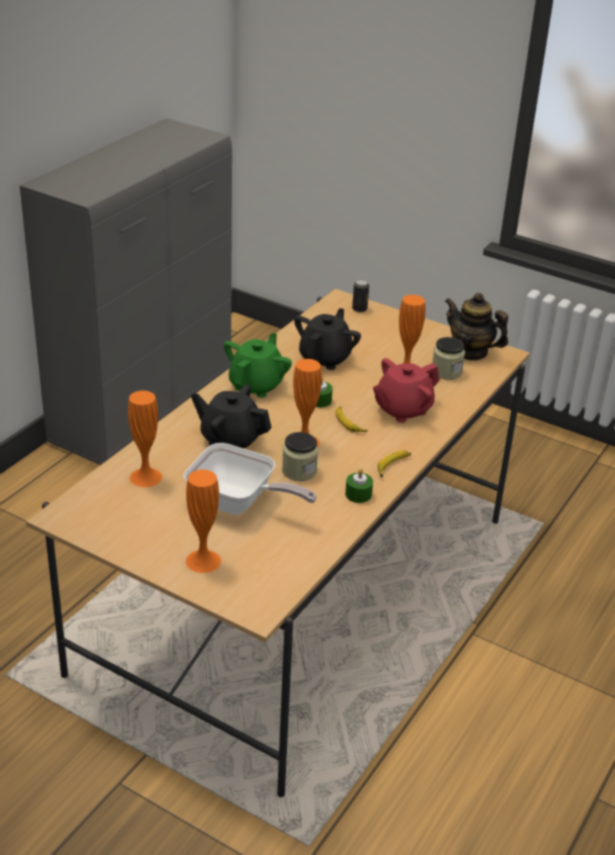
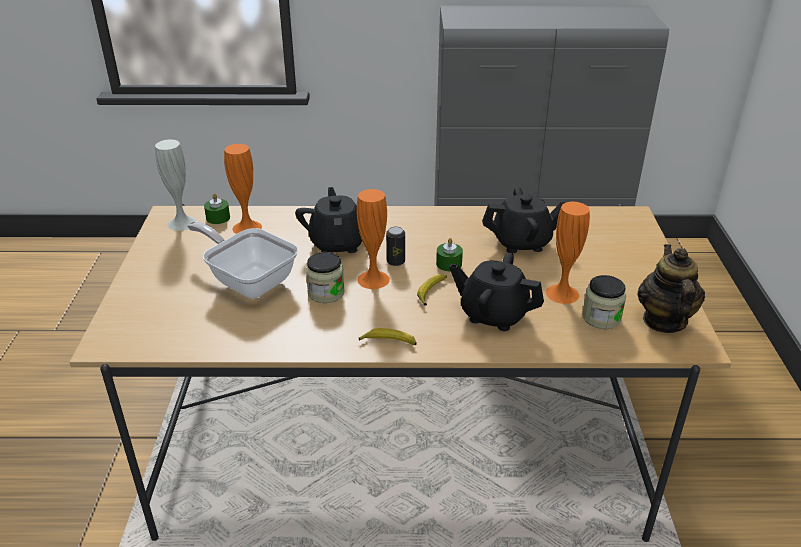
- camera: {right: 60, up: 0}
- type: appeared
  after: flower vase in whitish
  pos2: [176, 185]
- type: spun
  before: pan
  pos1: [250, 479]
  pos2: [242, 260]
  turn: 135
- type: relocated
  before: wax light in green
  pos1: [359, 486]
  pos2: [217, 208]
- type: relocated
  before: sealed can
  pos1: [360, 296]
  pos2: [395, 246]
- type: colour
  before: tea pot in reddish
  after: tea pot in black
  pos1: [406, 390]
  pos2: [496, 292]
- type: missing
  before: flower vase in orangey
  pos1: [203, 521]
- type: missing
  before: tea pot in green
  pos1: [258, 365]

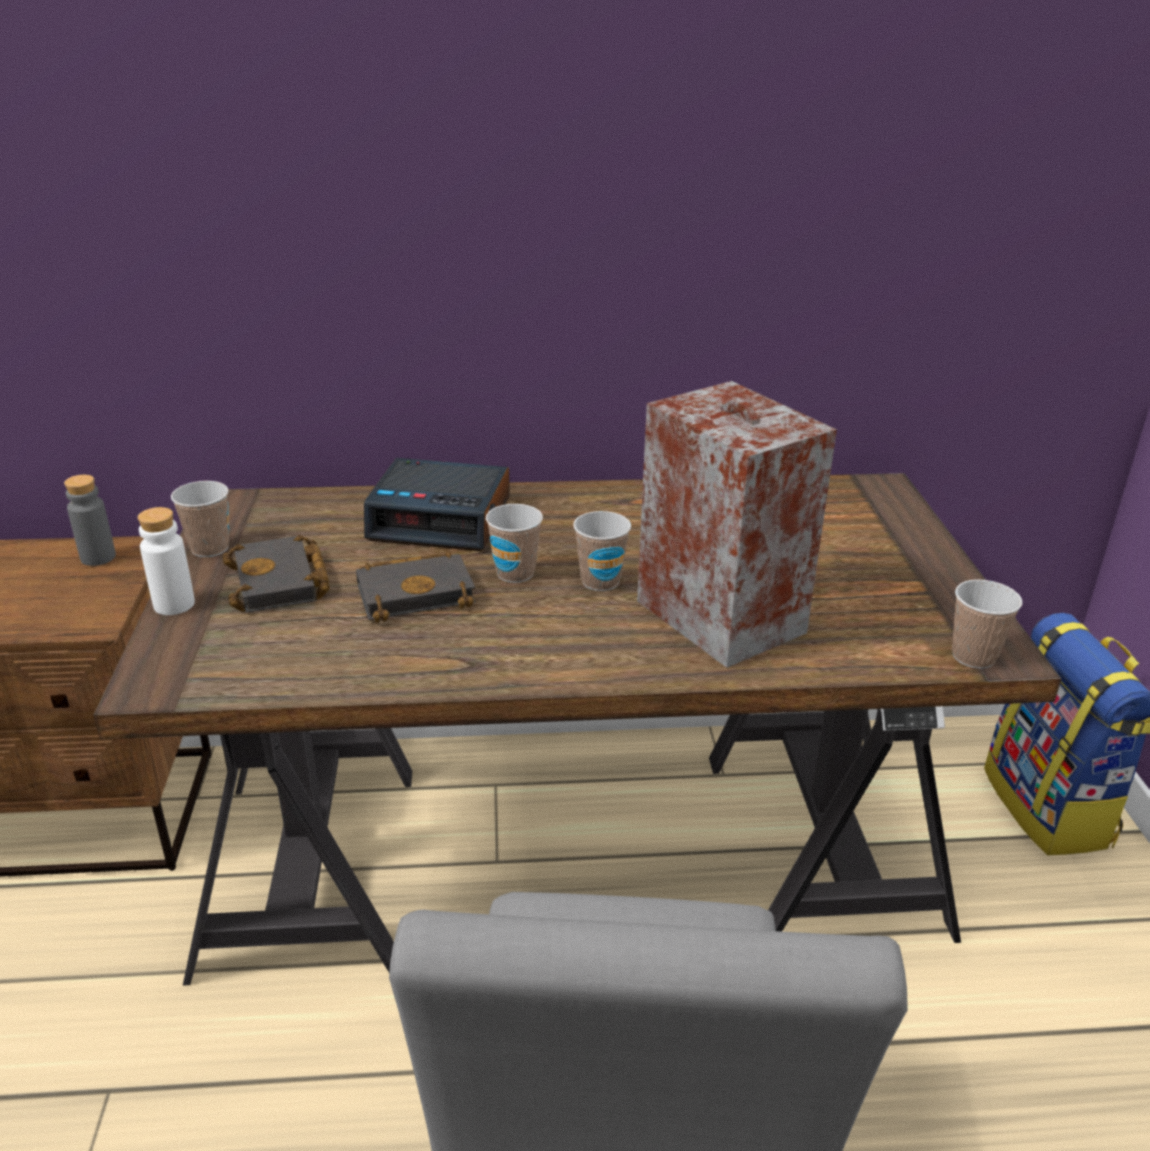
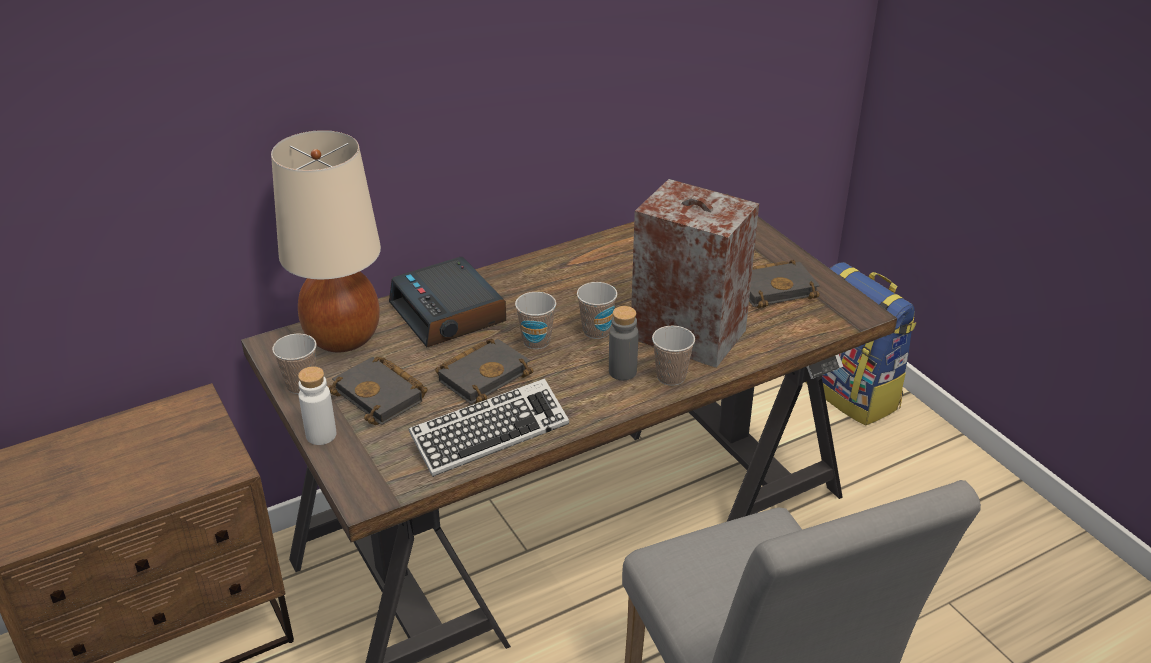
- camera: {right: -25, up: 5}
- type: appeared
  after: lamp for a table in beige
  pos2: [326, 241]
- type: spun
  before: bedside clock
  pos1: [437, 504]
  pos2: [447, 302]
  turn: 75
- type: appeared
  after: PC keyboard
  pos2: [488, 427]
- type: relocated
  before: drink bottle in grey
  pos1: [90, 520]
  pos2: [623, 343]
- type: relocated
  before: small cup
  pos1: [987, 624]
  pos2: [673, 356]
- type: appeared
  after: book in black
  pos2: [784, 284]

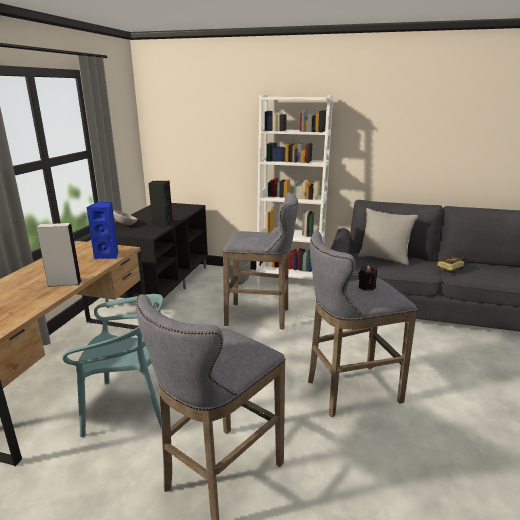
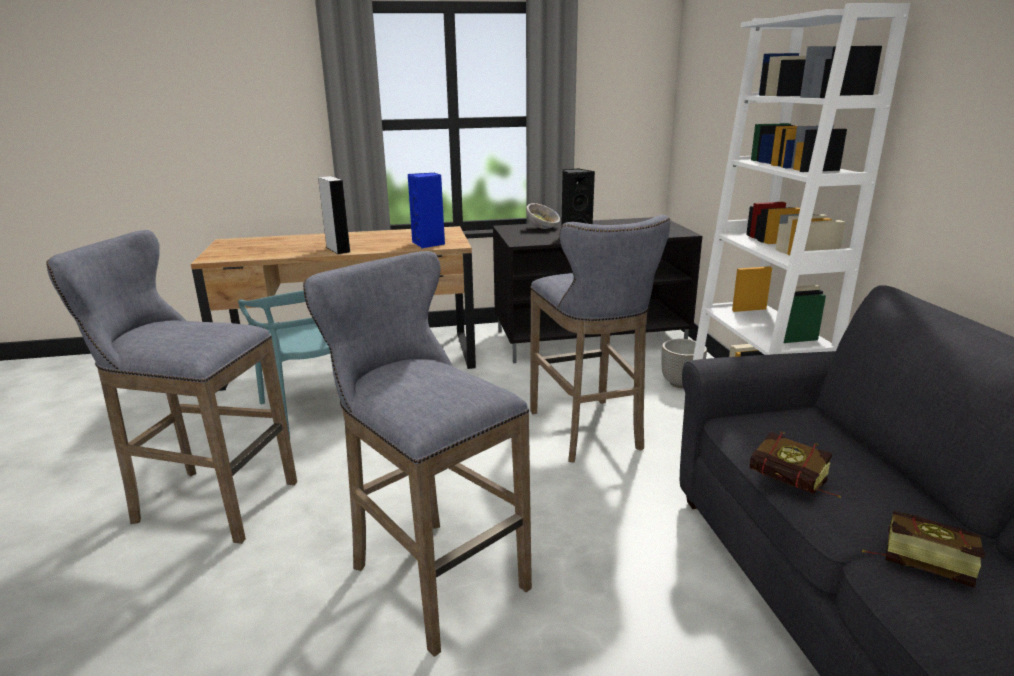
- camera: {right: 65, up: 0}
- type: appeared
  after: book
  pos2: [795, 464]
- type: missing
  before: throw pillow in grey
  pos1: [388, 236]
- type: missing
  before: wax light in black
  pos1: [367, 278]

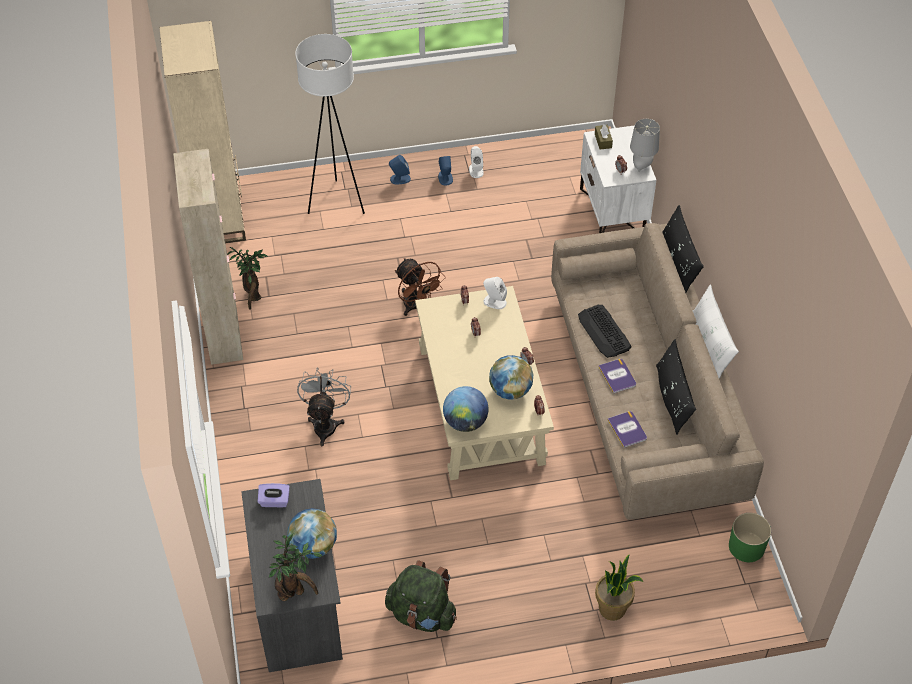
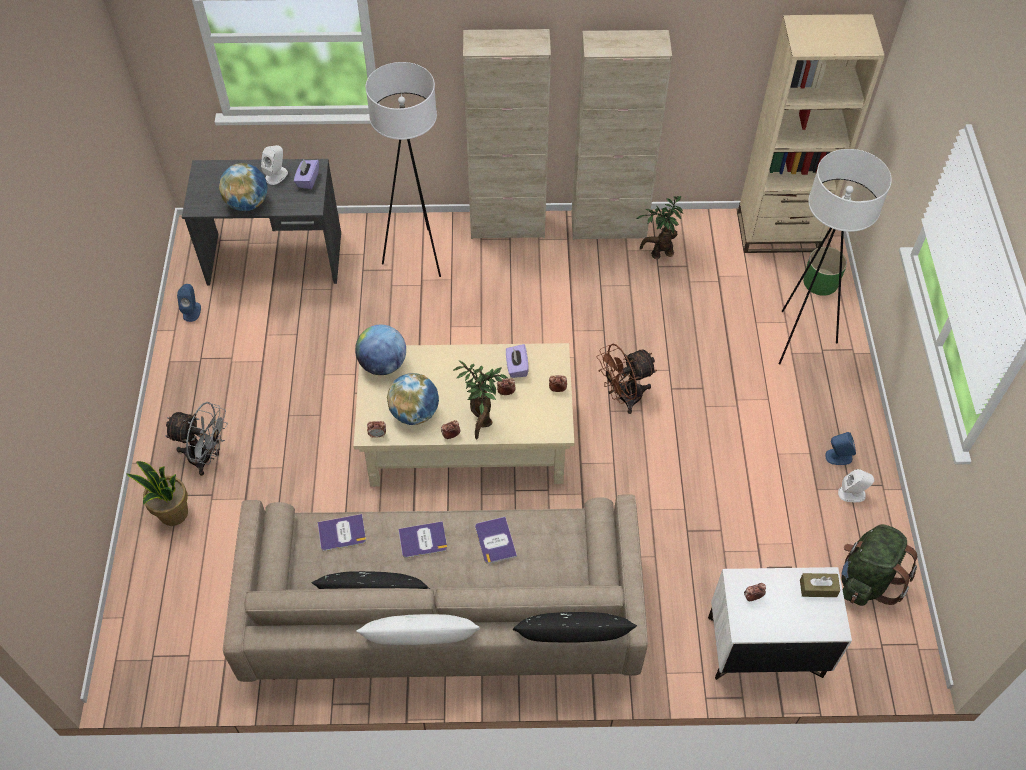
- camera: {right: 100, up: 5}
- type: relocated
  before: fan in grey
  pos1: [324, 406]
  pos2: [196, 439]
- type: relocated
  before: audio speaker in bluish
  pos1: [400, 169]
  pos2: [189, 303]
- type: relocated
  before: audio speaker in whitish
  pos1: [495, 293]
  pos2: [274, 165]
- type: appeared
  after: standard lamp in whitish
  pos2: [403, 169]
- type: relocated
  before: potted plant
  pos1: [295, 567]
  pos2: [480, 400]
- type: appeared
  after: cabinet in beige
  pos2: [507, 134]
- type: exchanged
  before: PC keyboard
  after: book
  pos1: [605, 331]
  pos2: [496, 540]
- type: appeared
  after: box of tissues in purple
  pos2: [517, 361]
- type: relocated
  before: plant pot in green
  pos1: [750, 537]
  pos2: [825, 271]
- type: relocated
  before: backpack in green
  pos1: [421, 596]
  pos2: [879, 565]
- type: missing
  before: lamp for a table in grey
  pos1: [645, 145]

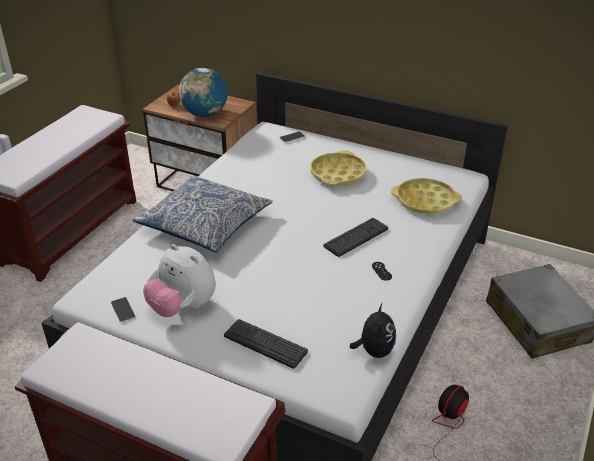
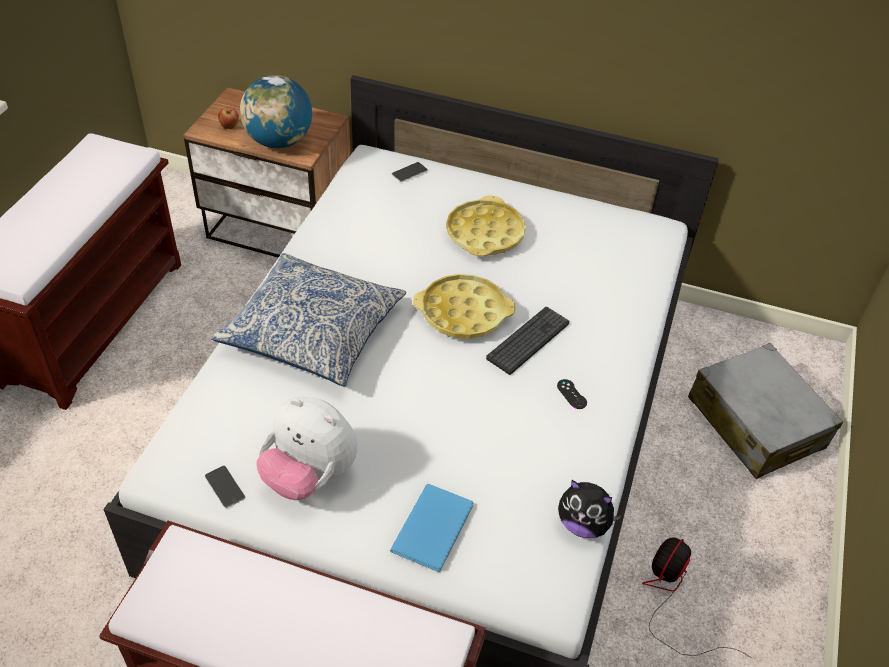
- camera: {right: -10, up: 10}
- type: exchanged
  before: PC keyboard
  after: book in bluish
  pos1: [266, 344]
  pos2: [431, 528]
- type: relocated
  before: serving tray in yellowish
  pos1: [426, 196]
  pos2: [464, 306]
- type: spun
  before: plush toy
  pos1: [372, 330]
  pos2: [590, 509]
  turn: 120

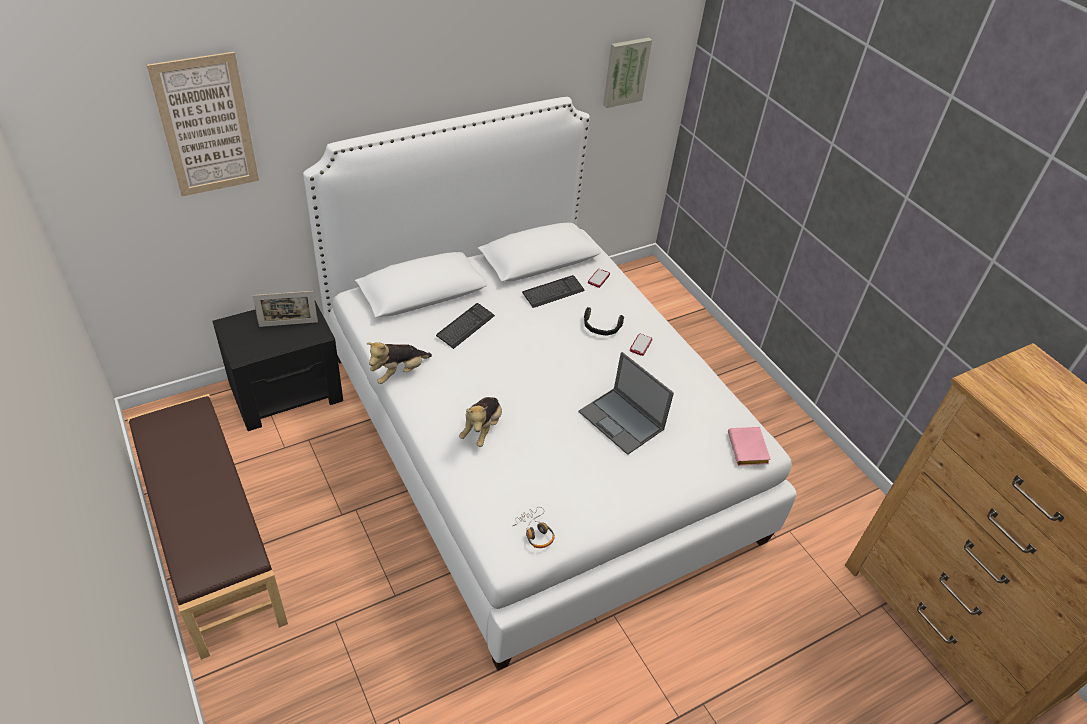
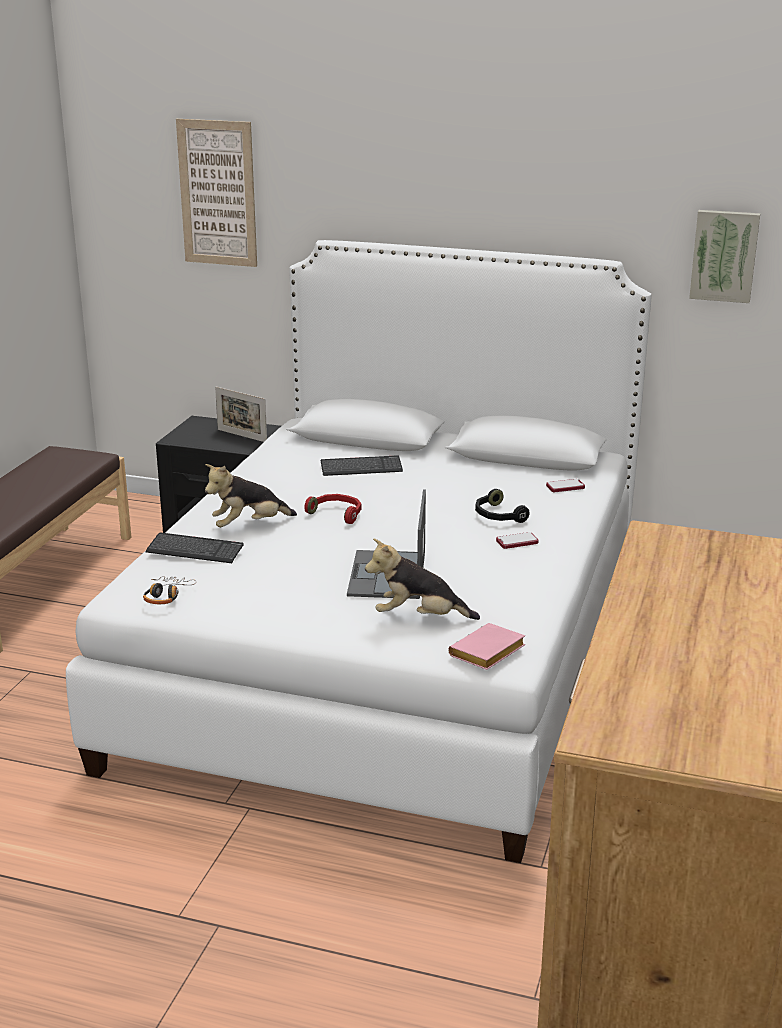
- camera: {right: 50, up: -20}
- type: relocated
  before: PC keyboard
  pos1: [553, 291]
  pos2: [194, 548]
- type: appeared
  after: pair of headphones in reddish
  pos2: [333, 509]
- type: relocated
  before: plush toy
  pos1: [399, 363]
  pos2: [422, 579]

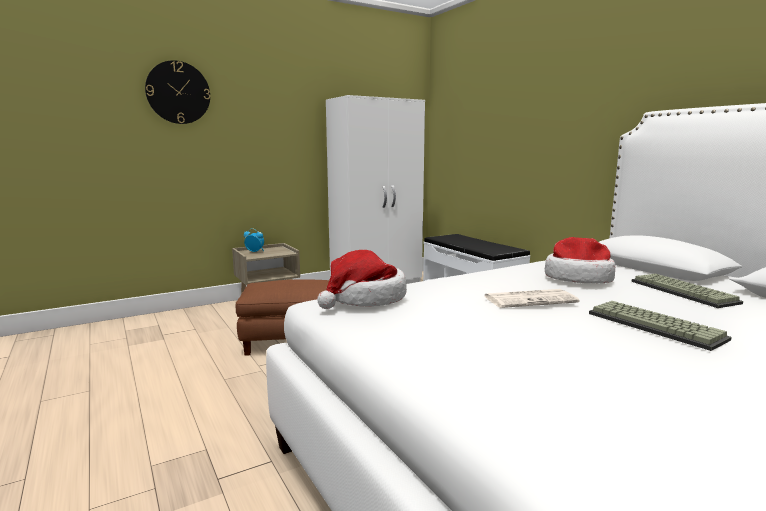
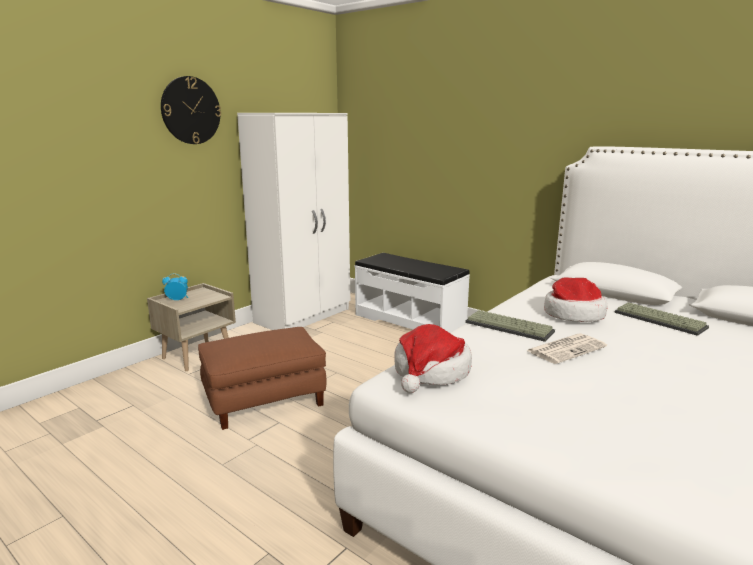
- camera: {right: -20, up: 5}
- type: relocated
  before: clock on the wall
  pos1: [177, 92]
  pos2: [191, 110]
- type: relocated
  before: PC keyboard
  pos1: [660, 326]
  pos2: [510, 326]

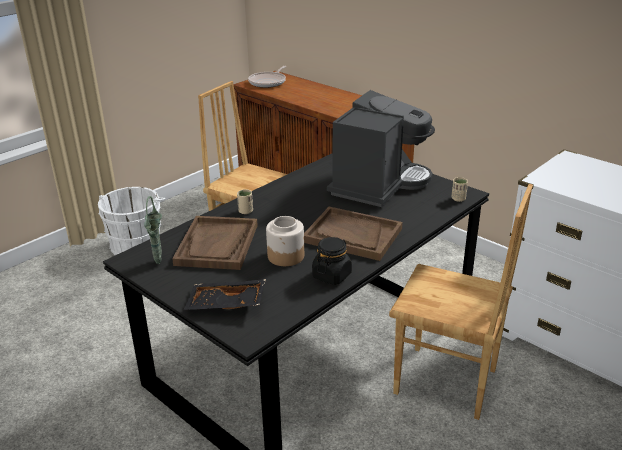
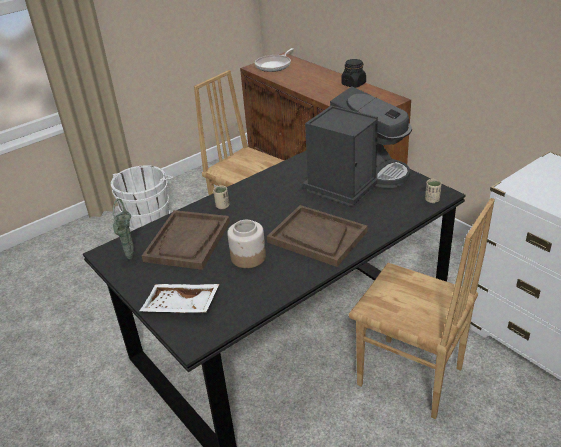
- camera: {right: 10, up: 5}
- type: colour
  before: serving tray in black
  after: serving tray in whitish
  pos1: [225, 294]
  pos2: [179, 298]
- type: relocated
  before: storage jar in black
  pos1: [332, 261]
  pos2: [353, 73]

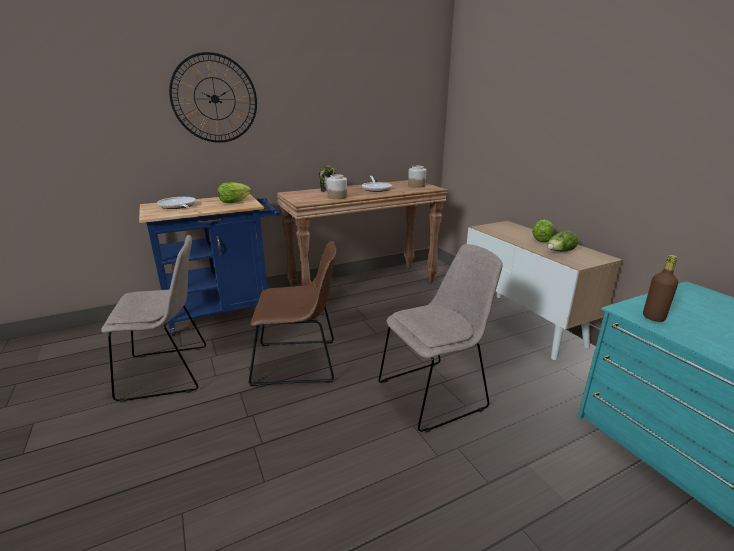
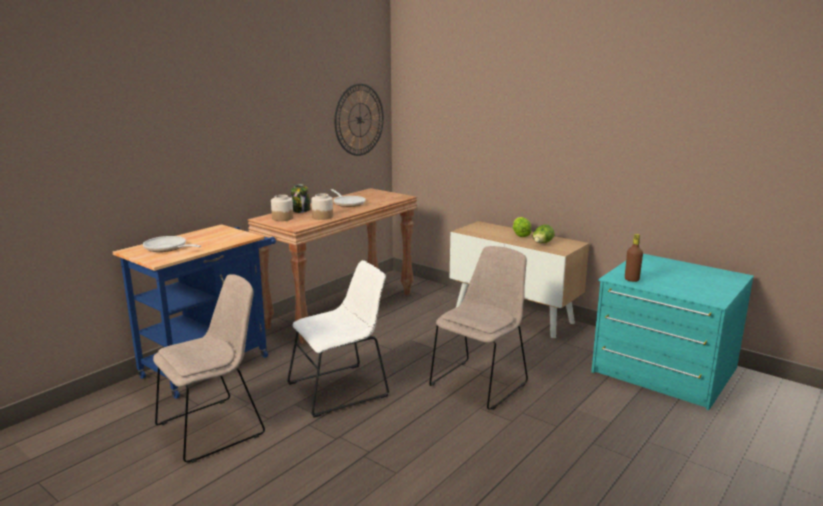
- camera: {right: -25, up: -5}
- type: relocated
  before: storage jar
  pos1: [417, 177]
  pos2: [282, 208]
- type: colour
  before: plain chair in brown
  after: plain chair in whitish
  pos1: [292, 313]
  pos2: [338, 339]
- type: relocated
  before: clock on the wall
  pos1: [213, 97]
  pos2: [359, 119]
- type: missing
  before: lettuce
  pos1: [234, 192]

